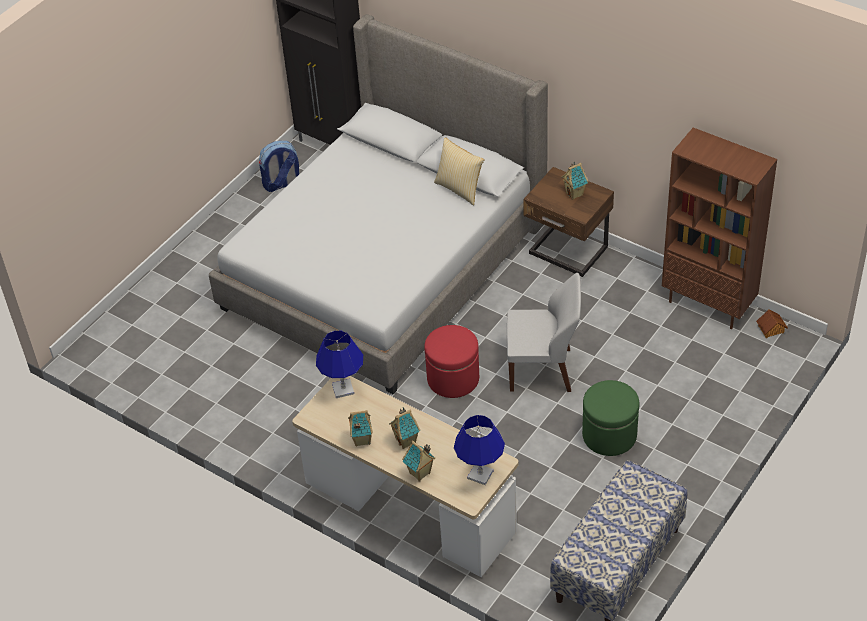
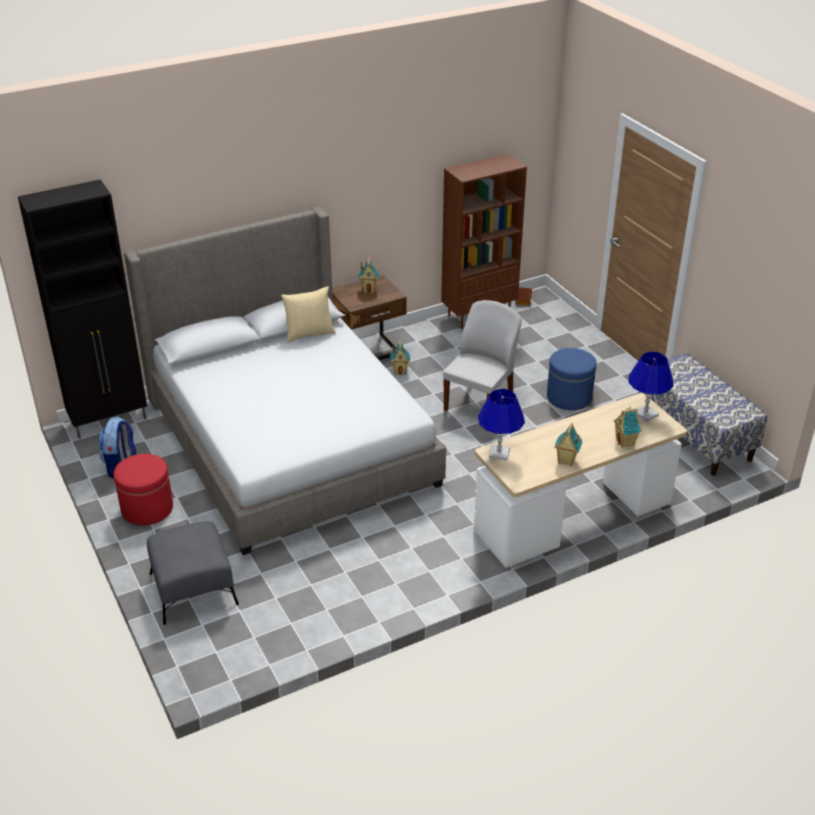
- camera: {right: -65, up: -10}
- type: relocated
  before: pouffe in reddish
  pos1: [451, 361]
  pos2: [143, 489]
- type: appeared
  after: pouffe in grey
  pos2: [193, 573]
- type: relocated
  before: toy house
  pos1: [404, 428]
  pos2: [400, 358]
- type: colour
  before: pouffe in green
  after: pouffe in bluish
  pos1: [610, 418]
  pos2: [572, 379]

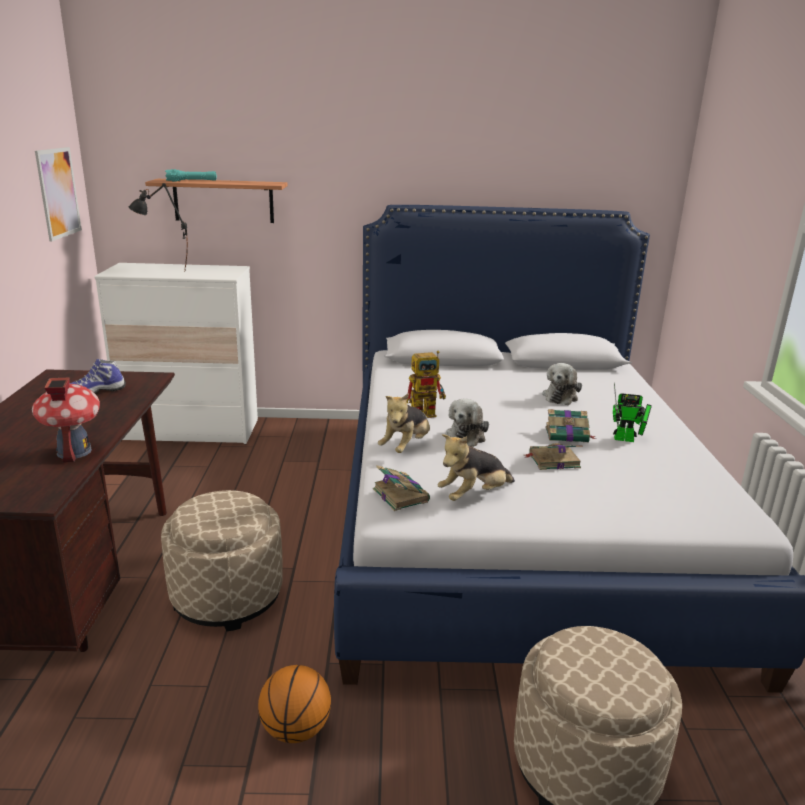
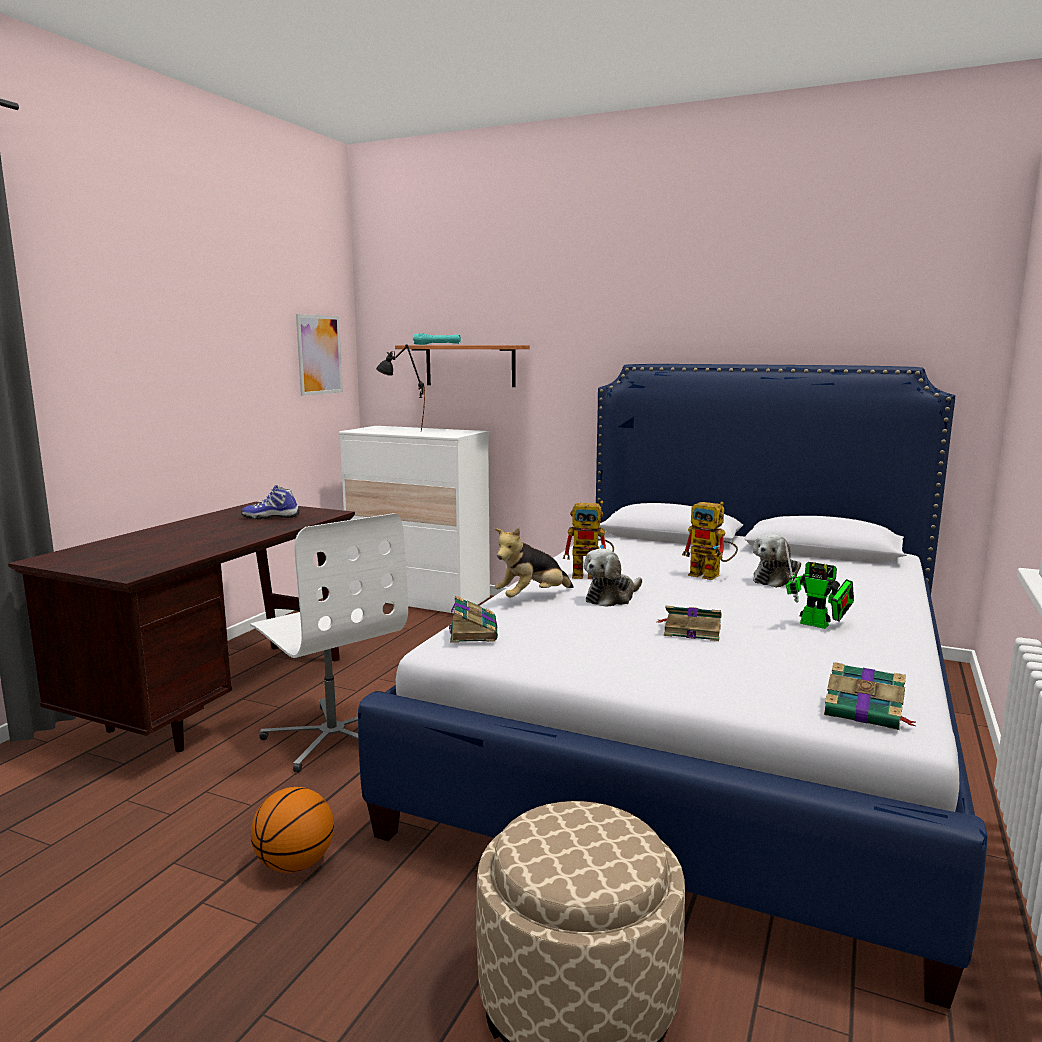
- camera: {right: 25, up: -10}
- type: exchanged
  before: pouffe in beige
  after: desk chair in whitish
  pos1: [222, 560]
  pos2: [329, 643]
- type: appeared
  after: toy robot
  pos2: [710, 541]
- type: relocated
  before: book
  pos1: [570, 425]
  pos2: [870, 696]
- type: missing
  before: toy house
  pos1: [66, 420]
- type: missing
  before: plush toy
  pos1: [476, 467]

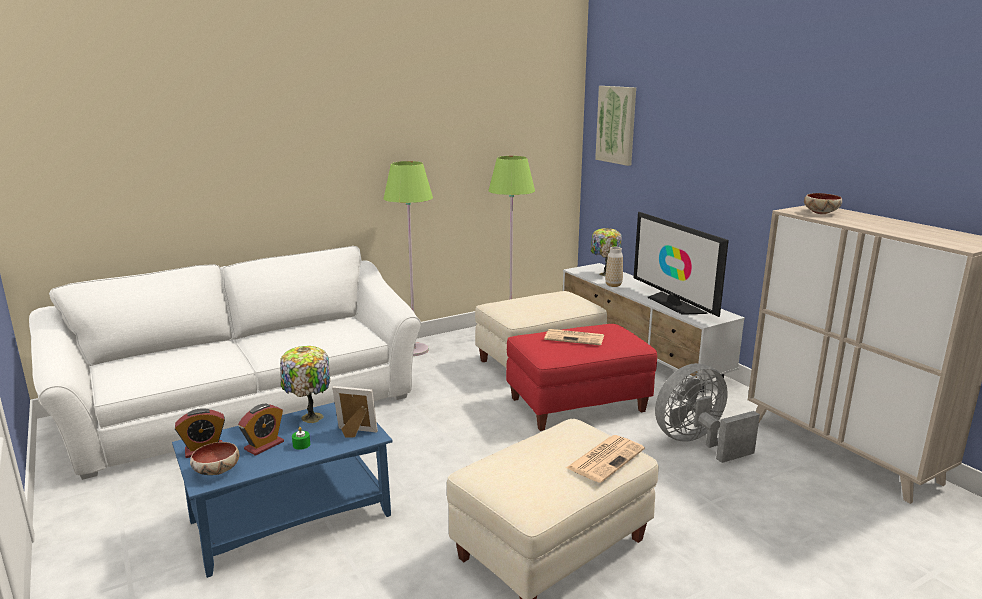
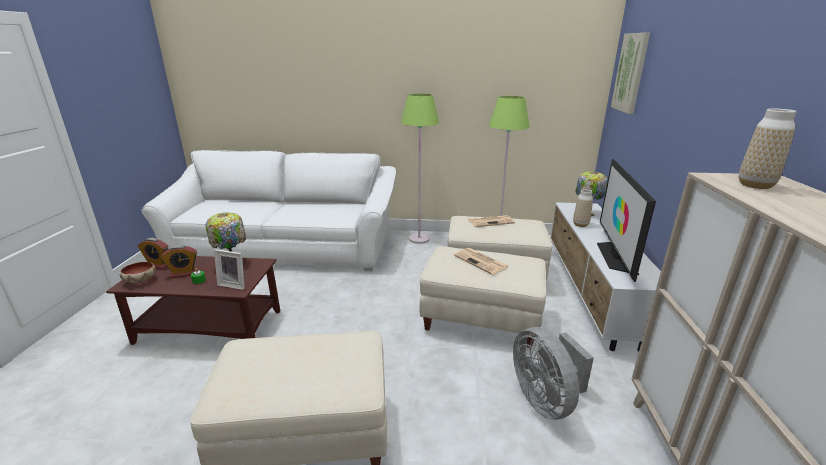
- camera: {right: 35, up: 5}
- type: colour
  before: low table in bluish
  after: low table in brown
  pos1: [282, 490]
  pos2: [193, 300]
- type: spun
  before: standing frame
  pos1: [355, 411]
  pos2: [229, 269]
  turn: 150
- type: colour
  before: pouffe in reddish
  after: pouffe in beige
  pos1: [581, 377]
  pos2: [482, 297]
- type: relocated
  before: newspaper
  pos1: [605, 459]
  pos2: [491, 221]
- type: spun
  before: fan in grey
  pos1: [707, 413]
  pos2: [553, 373]
  turn: -120
- type: exchanged
  before: serving bowl
  after: flower vase
  pos1: [823, 203]
  pos2: [768, 148]

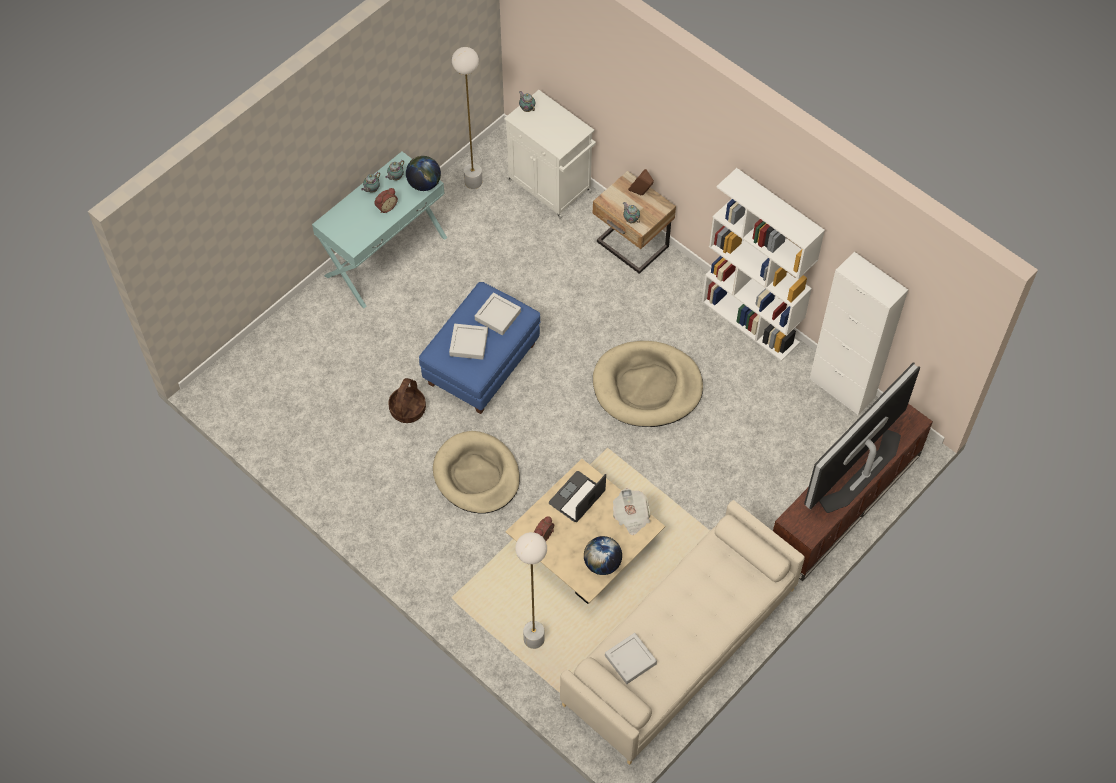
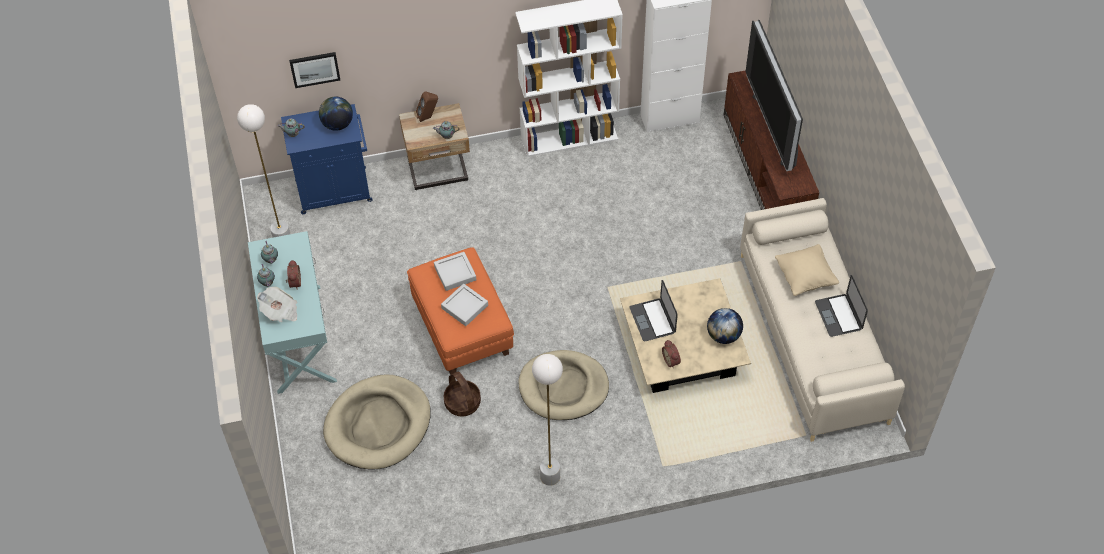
- camera: {right: -55, up: -5}
- type: relocated
  before: newspaper
  pos1: [632, 511]
  pos2: [277, 304]
- type: colour
  before: cabinet in whitish
  after: cabinet in bluish
  pos1: [550, 154]
  pos2: [327, 159]
- type: appeared
  after: wall art
  pos2: [314, 70]
- type: relocated
  before: world globe
  pos1: [423, 173]
  pos2: [336, 113]
- type: relocated
  before: dog cushion in beige
  pos1: [648, 384]
  pos2: [377, 422]
- type: colour
  before: pouffe in bluish
  after: pouffe in orangey
  pos1: [480, 348]
  pos2: [460, 311]
- type: relocated
  before: standard lamp in whitish
  pos1: [531, 590]
  pos2: [547, 420]
- type: appeared
  after: throw pillow in beige
  pos2: [807, 270]
- type: appeared
  after: portable computer
  pos2: [841, 306]
- type: missing
  before: serving tray in grey
  pos1: [631, 658]

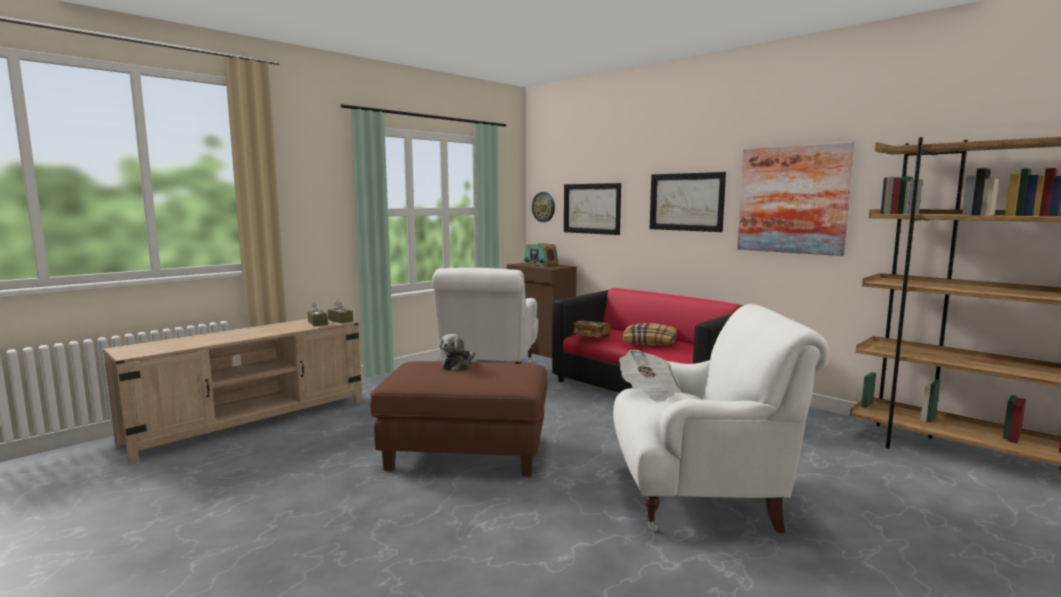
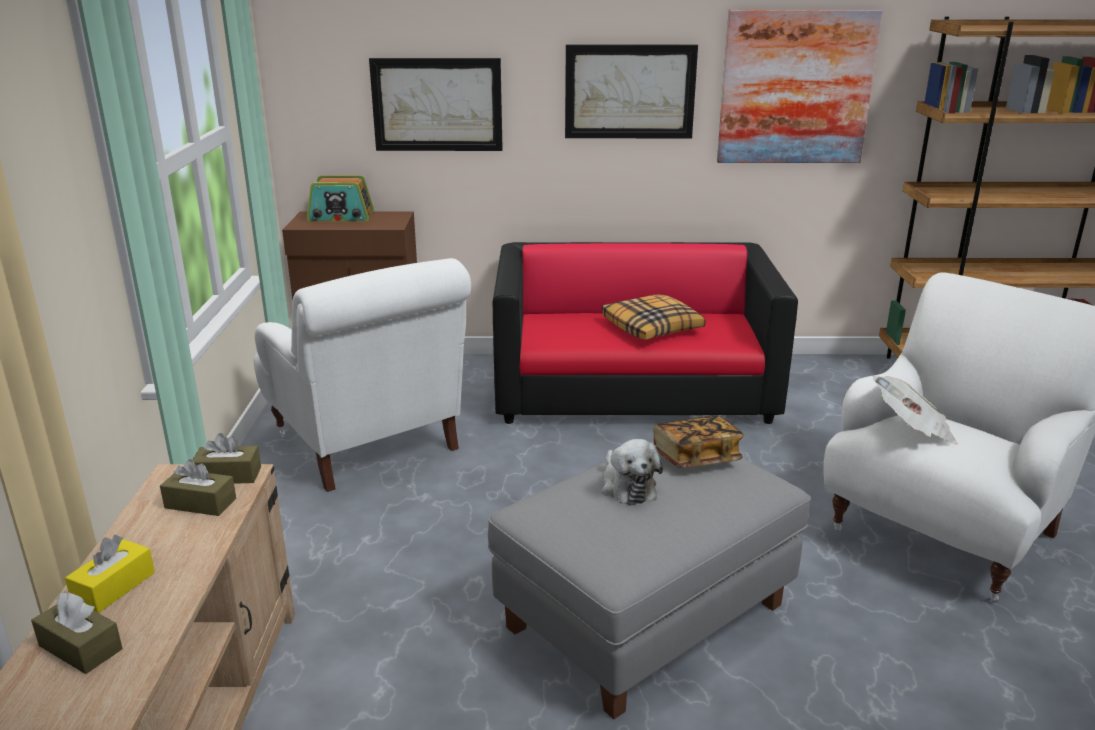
- camera: {right: -45, up: 15}
- type: appeared
  after: box of tissues in brown
  pos2: [77, 633]
- type: appeared
  after: box of tissues in yellowish
  pos2: [110, 574]
- type: colour
  before: pouffe in brown
  after: pouffe in grey
  pos1: [458, 419]
  pos2: [649, 580]
- type: relocated
  before: book
  pos1: [592, 329]
  pos2: [698, 441]
- type: missing
  before: clock on the wall
  pos1: [543, 207]

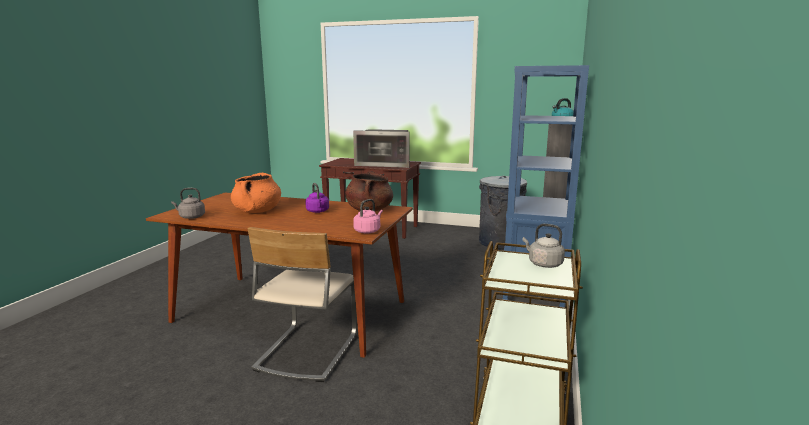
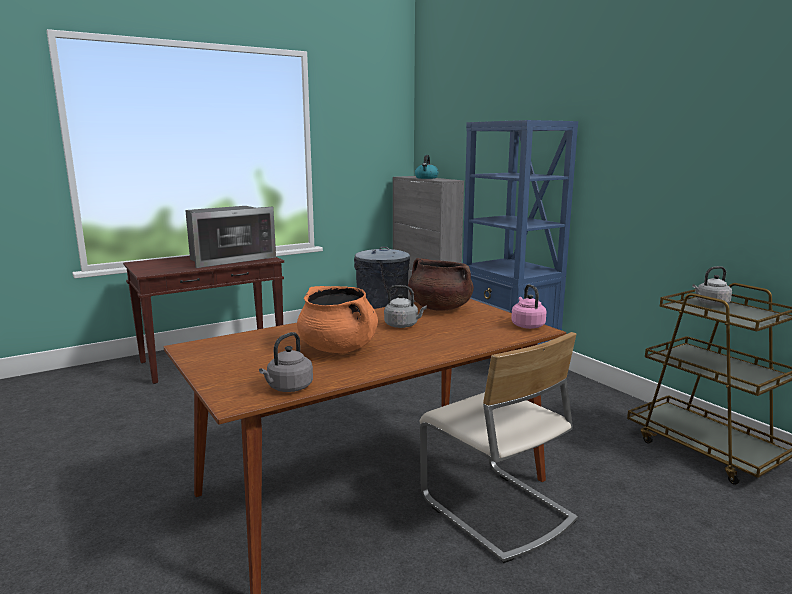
- camera: {right: -50, up: 0}
- type: colour
  before: tea kettle in purple
  after: tea kettle in grey
  pos1: [317, 198]
  pos2: [405, 306]

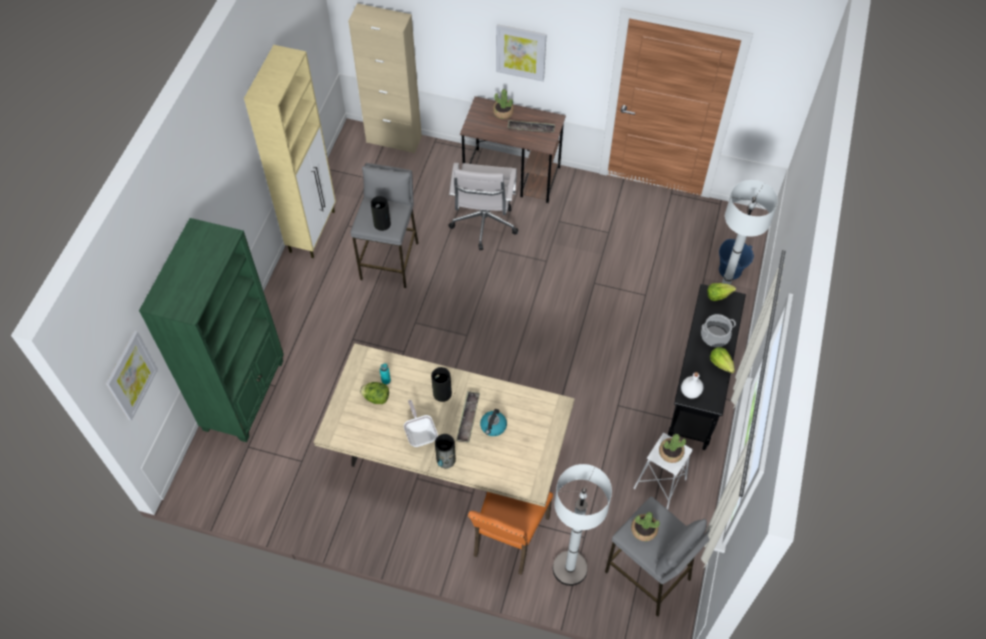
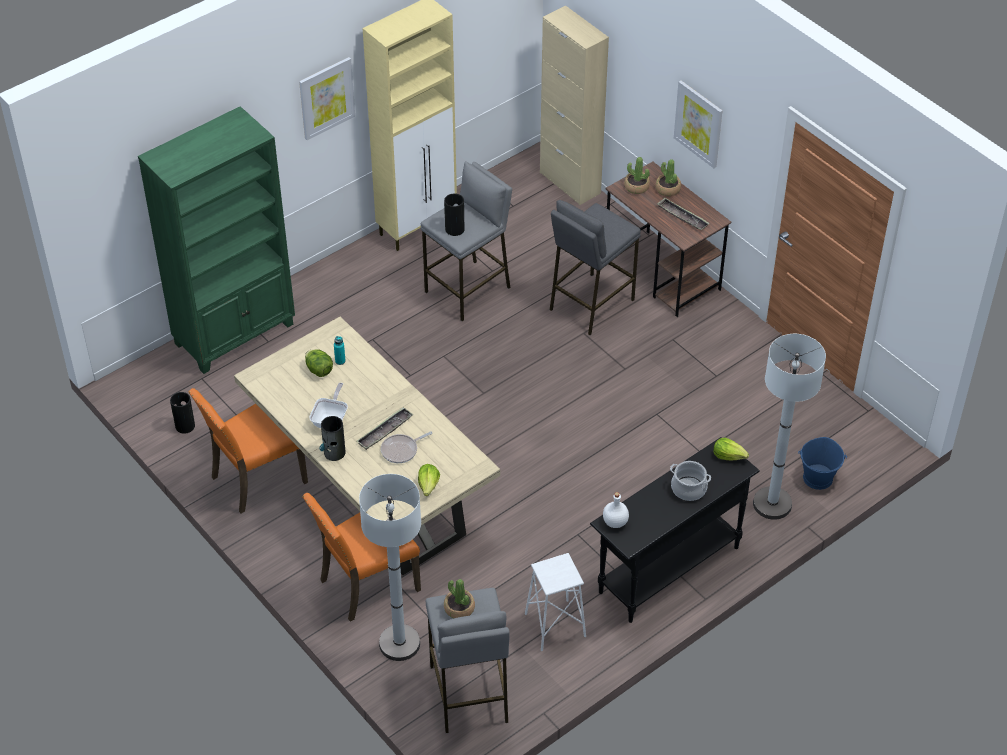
- camera: {right: 35, up: -10}
- type: relocated
  before: flower vase
  pos1: [441, 384]
  pos2: [182, 413]
- type: appeared
  after: plain chair in orangey
  pos2: [248, 450]
- type: relocated
  before: wall art
  pos1: [131, 376]
  pos2: [327, 98]
- type: exchanged
  before: tea kettle
  after: pan
  pos1: [493, 422]
  pos2: [406, 447]
- type: relocated
  before: lettuce
  pos1: [722, 360]
  pos2: [429, 480]
- type: exchanged
  before: desk chair in whitish
  after: stool in grey
  pos1: [483, 206]
  pos2: [595, 267]
- type: relocated
  before: potted plant
  pos1: [672, 448]
  pos2: [637, 175]

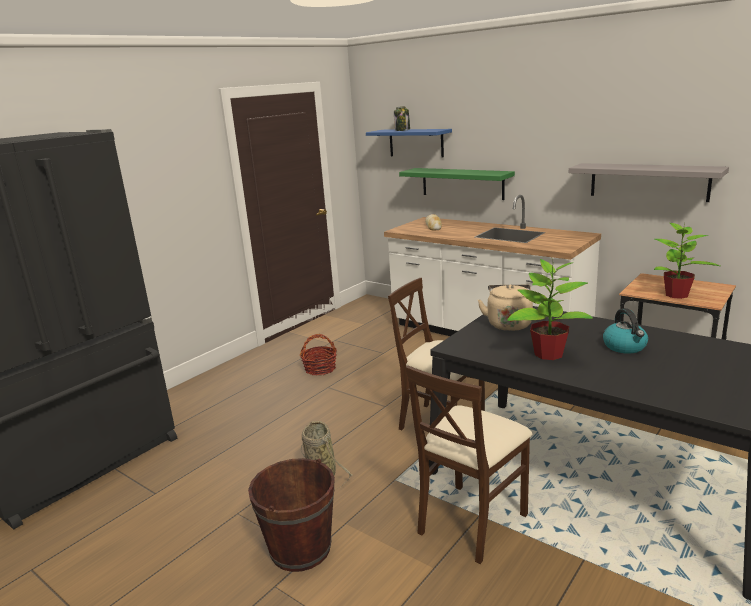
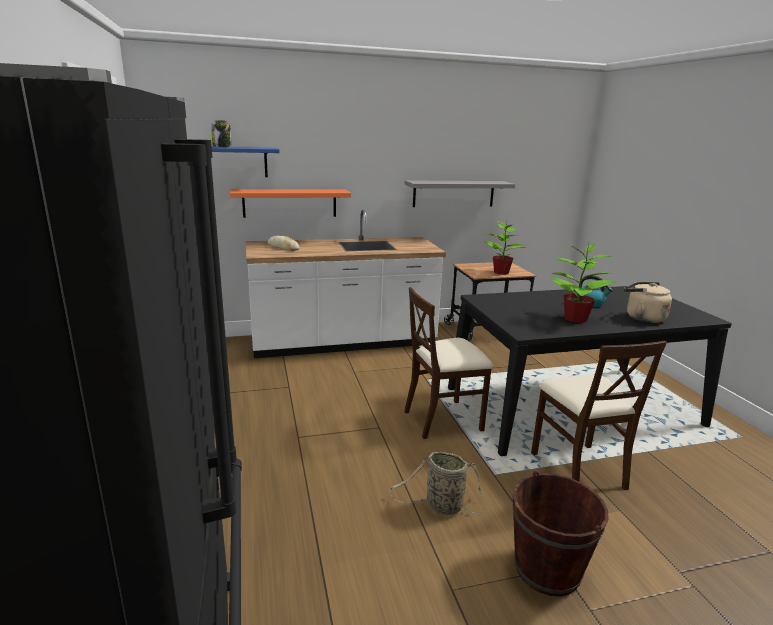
- camera: {right: -55, up: 0}
- type: colour
  before: bracket shelf in green
  after: bracket shelf in orangey
  pos1: [457, 184]
  pos2: [290, 203]
- type: relocated
  before: tea kettle in beige
  pos1: [505, 307]
  pos2: [648, 302]
- type: missing
  before: household basket
  pos1: [318, 354]

